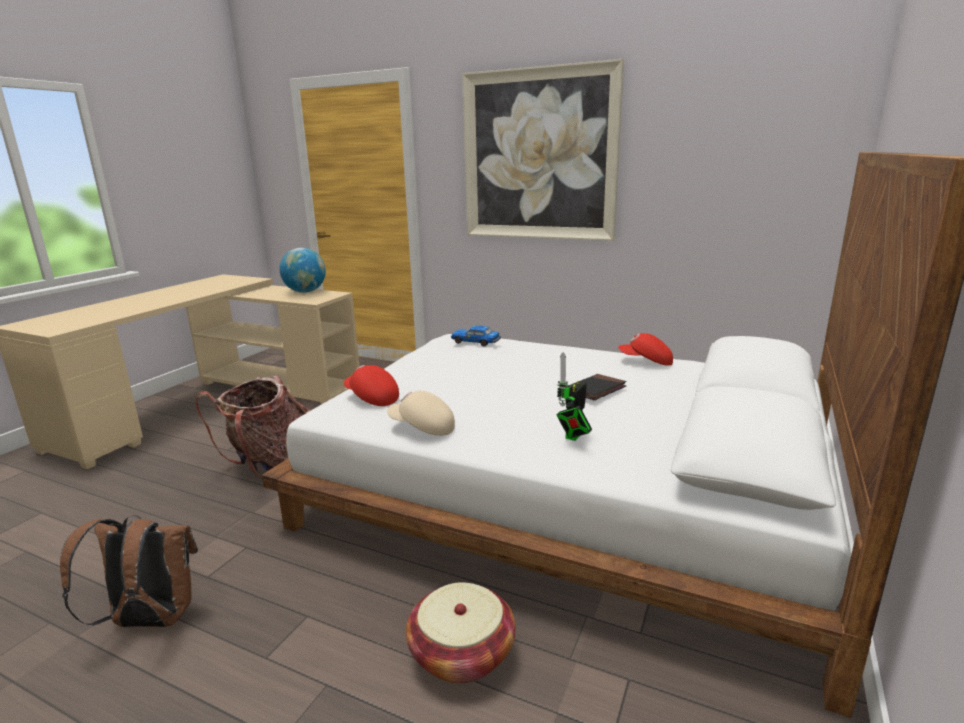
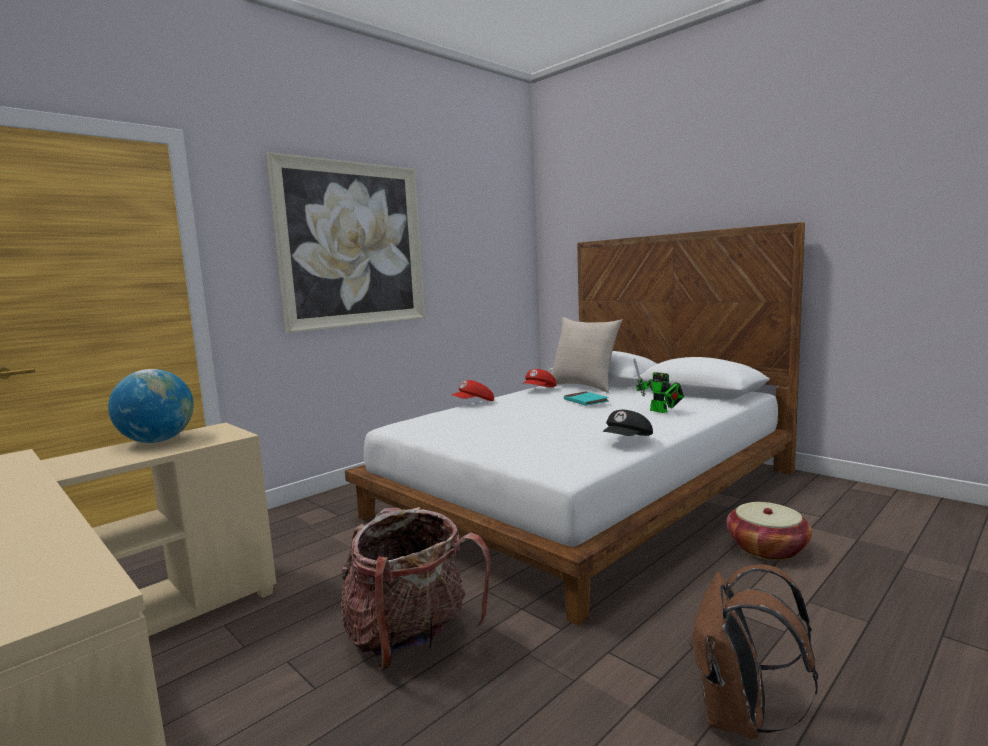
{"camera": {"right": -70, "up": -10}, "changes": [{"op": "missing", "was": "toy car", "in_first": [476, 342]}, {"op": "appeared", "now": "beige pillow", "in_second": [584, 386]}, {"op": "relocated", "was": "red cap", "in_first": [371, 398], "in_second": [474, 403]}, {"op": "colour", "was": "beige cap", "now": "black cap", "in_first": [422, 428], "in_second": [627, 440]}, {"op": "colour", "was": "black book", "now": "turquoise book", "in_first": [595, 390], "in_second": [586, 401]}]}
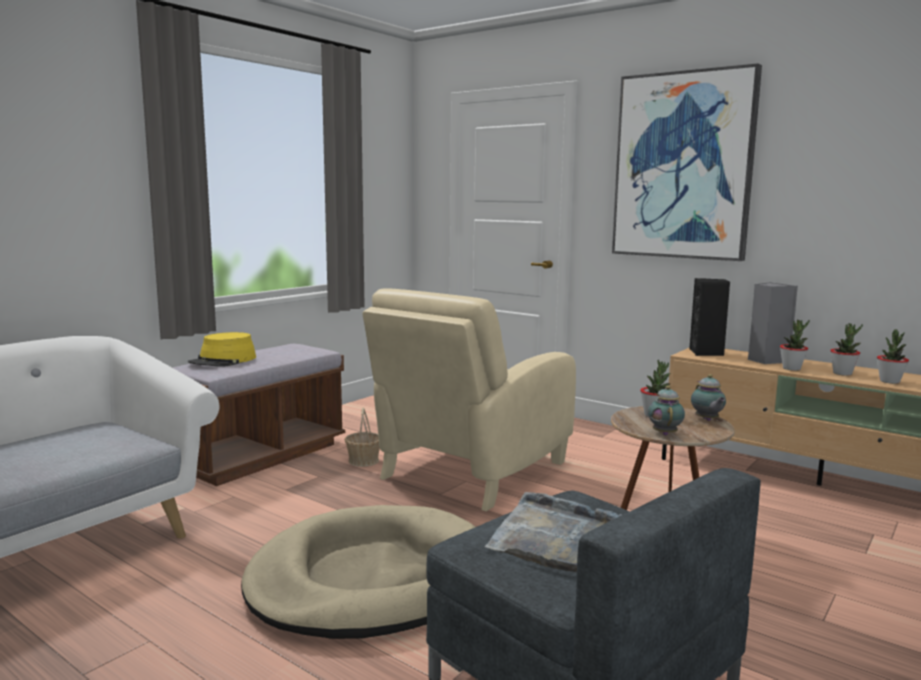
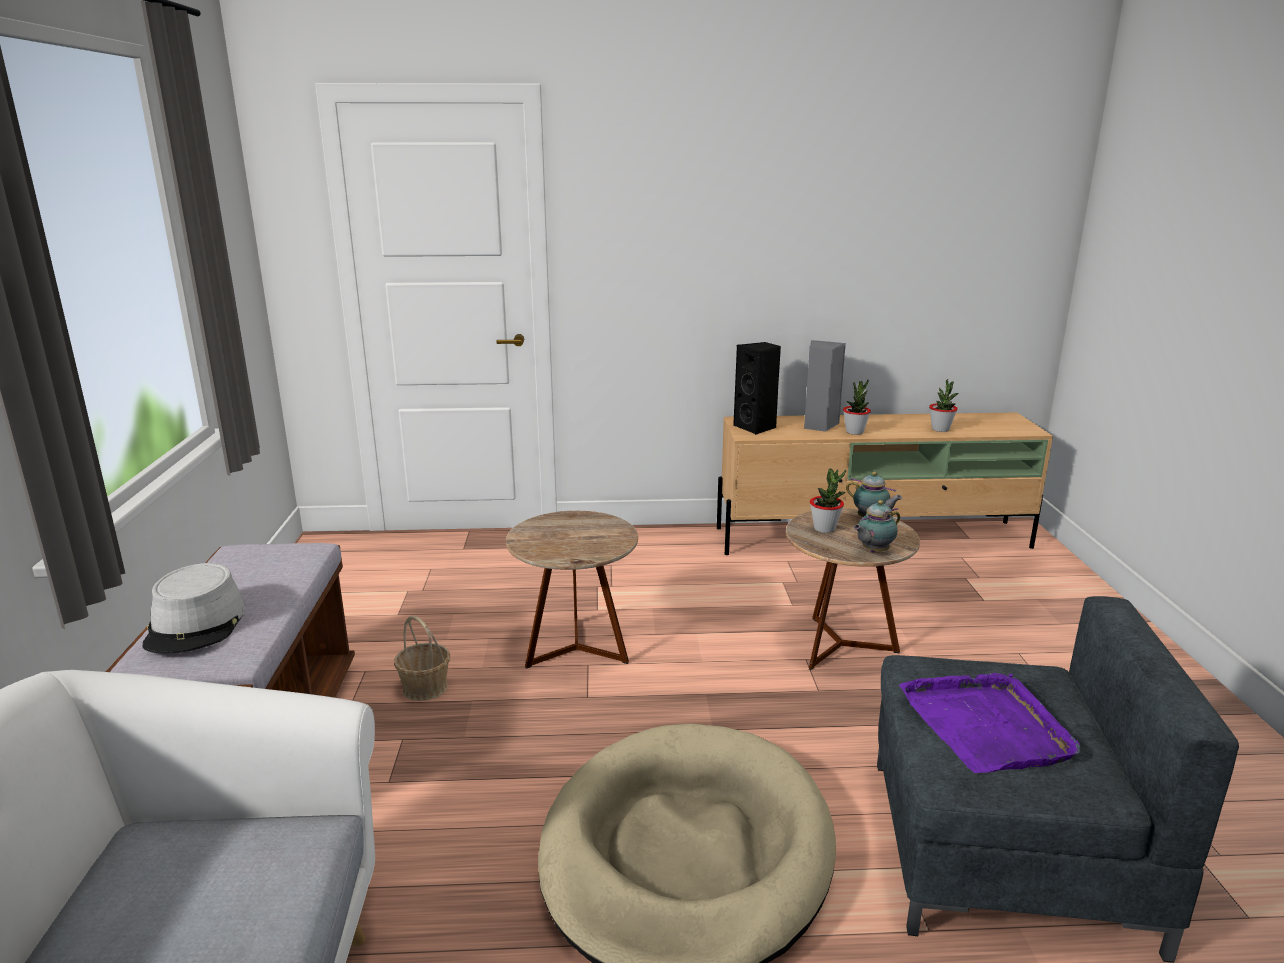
{"camera": {"right": -40, "up": 10}, "changes": [{"op": "missing", "was": "picture", "in_first": [683, 166]}, {"op": "missing", "was": "potted plant", "in_first": [842, 373]}, {"op": "exchanged", "was": "beige armchair", "now": "brown side table", "in_first": [470, 472], "in_second": [575, 649]}, {"op": "colour", "was": "yellow hat", "now": "grey hat", "in_first": [223, 361], "in_second": [196, 625]}, {"op": "colour", "was": "grey tray", "now": "purple tray", "in_first": [554, 536], "in_second": [987, 726]}, {"op": "spun", "was": "teapot", "in_first": [664, 433], "in_second": [873, 551], "clockwise": -90}]}
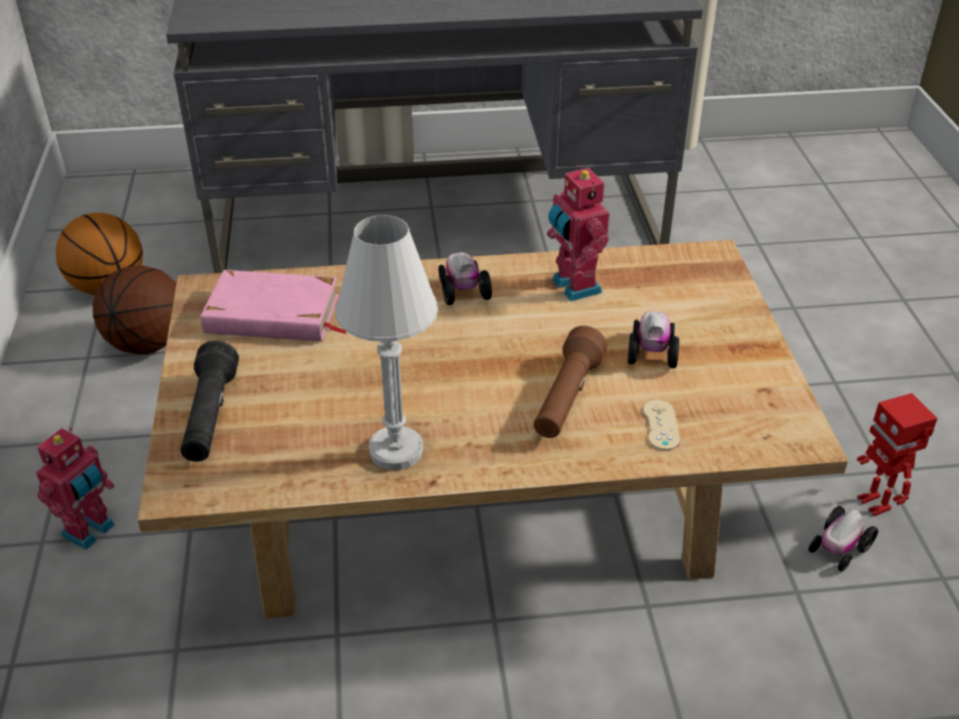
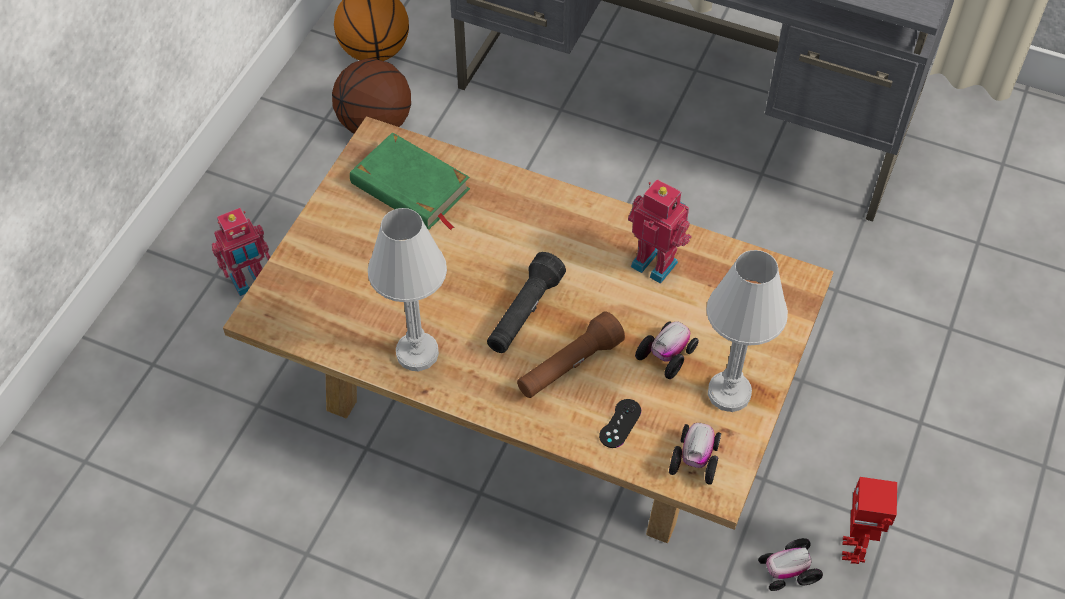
{"camera": {"right": 30, "up": 15}, "changes": [{"op": "appeared", "now": "white table lamp", "in_second": [729, 393]}, {"op": "relocated", "was": "black flashlight", "in_first": [210, 417], "in_second": [524, 313]}, {"op": "relocated", "was": "toy car", "in_first": [463, 291], "in_second": [695, 459]}, {"op": "colour", "was": "pink book", "now": "green book", "in_first": [273, 315], "in_second": [410, 187]}, {"op": "colour", "was": "beige game controller", "now": "black game controller", "in_first": [661, 425], "in_second": [620, 423]}, {"op": "spun", "was": "toy robot", "in_first": [573, 287], "in_second": [656, 262], "clockwise": 120}]}
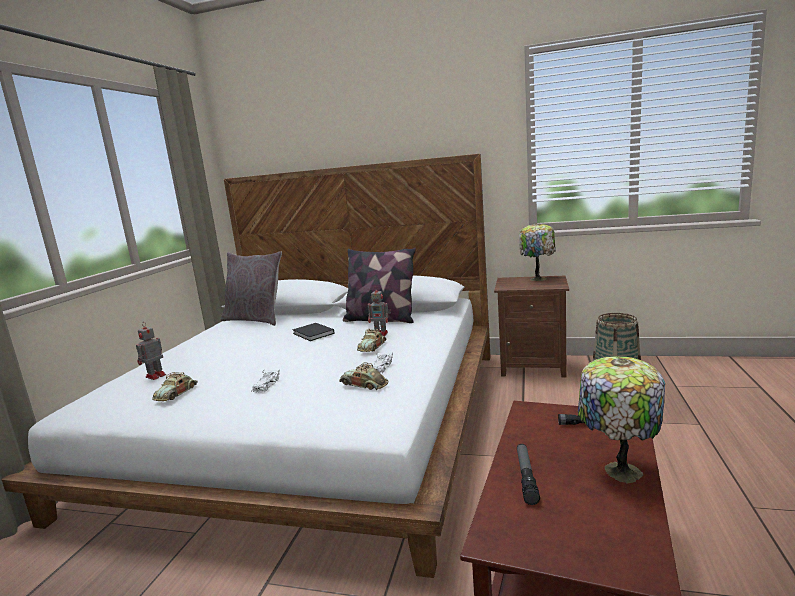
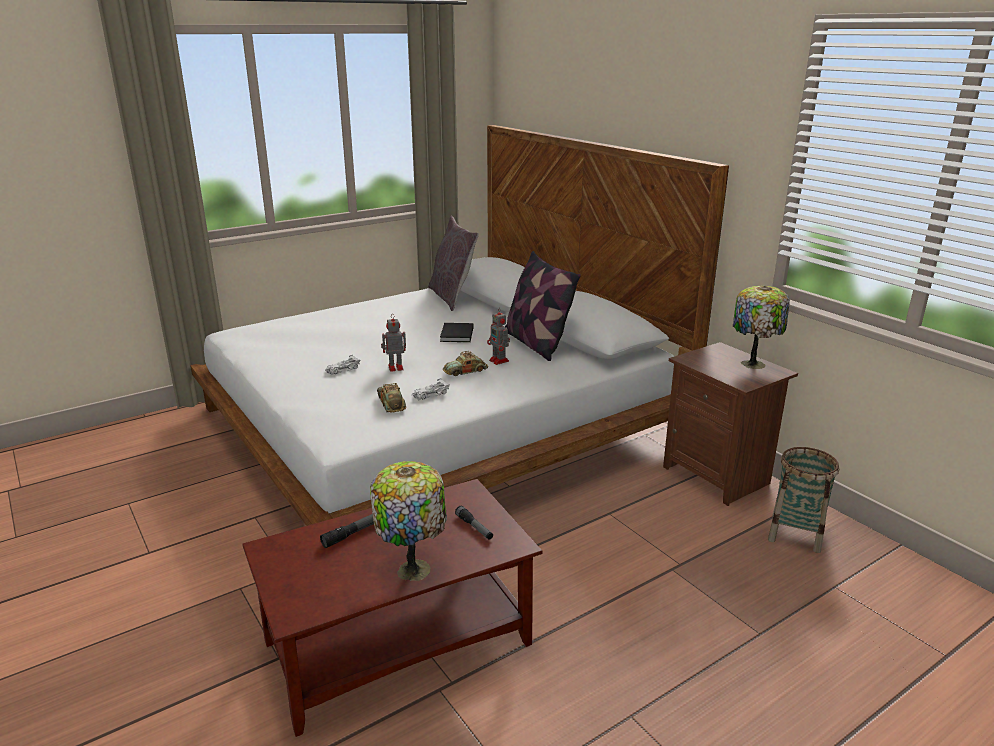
{"camera": {"right": 40, "up": 10}, "changes": [{"op": "missing", "was": "toy car", "in_first": [176, 393]}, {"op": "relocated", "was": "toy robot", "in_first": [155, 376], "in_second": [394, 367]}]}
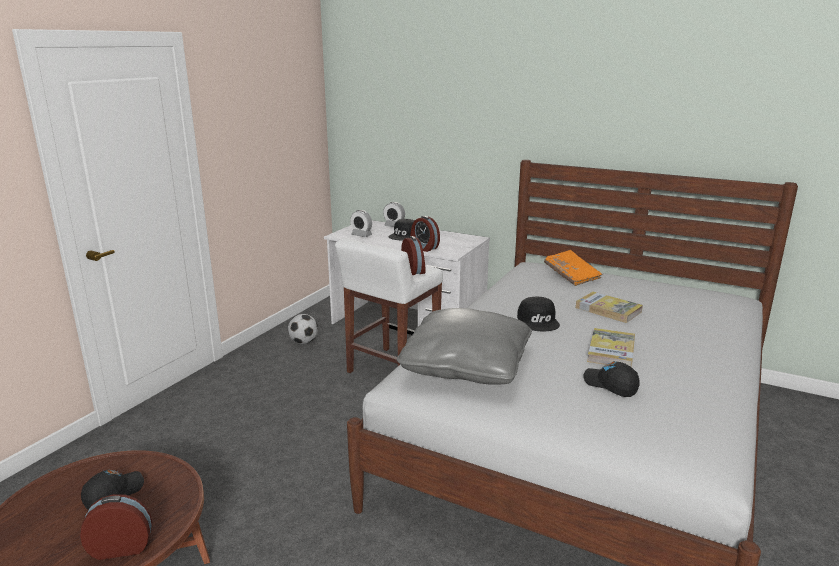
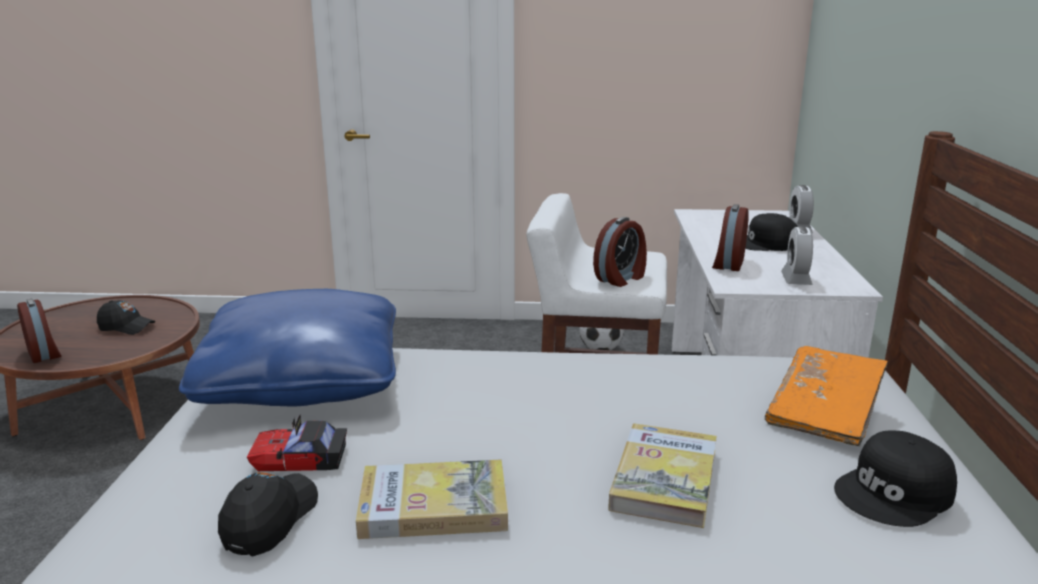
{"camera": {"right": 65, "up": 0}, "changes": [{"op": "appeared", "now": "toy car", "in_second": [300, 457]}, {"op": "relocated", "was": "alarm clock", "in_first": [361, 235], "in_second": [796, 279]}, {"op": "relocated", "was": "black cap", "in_first": [538, 321], "in_second": [895, 493]}, {"op": "colour", "was": "grey pillow", "now": "blue pillow", "in_first": [466, 366], "in_second": [303, 380]}]}
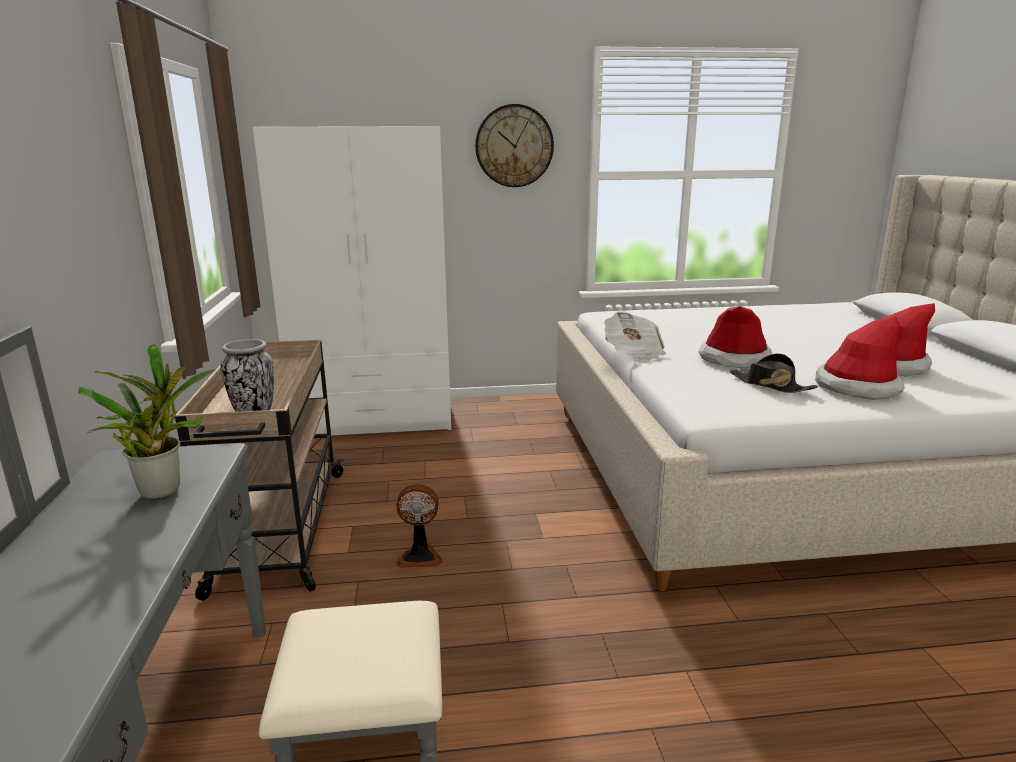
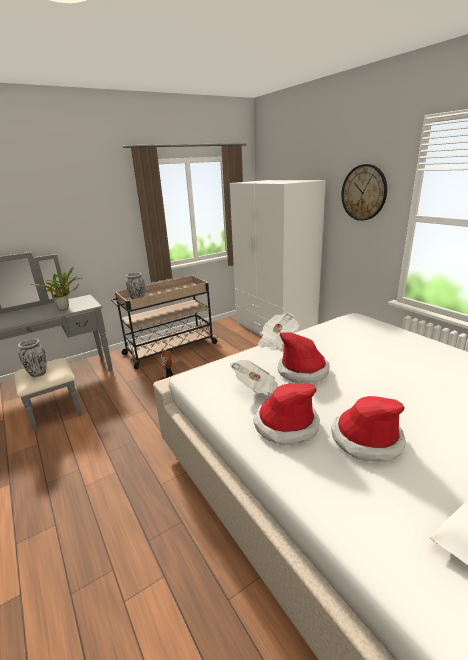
{"camera": {"right": 65, "up": 5}, "changes": [{"op": "appeared", "now": "vase", "in_second": [38, 373]}, {"op": "exchanged", "was": "black hat", "now": "newspaper", "in_first": [770, 385], "in_second": [257, 390]}]}
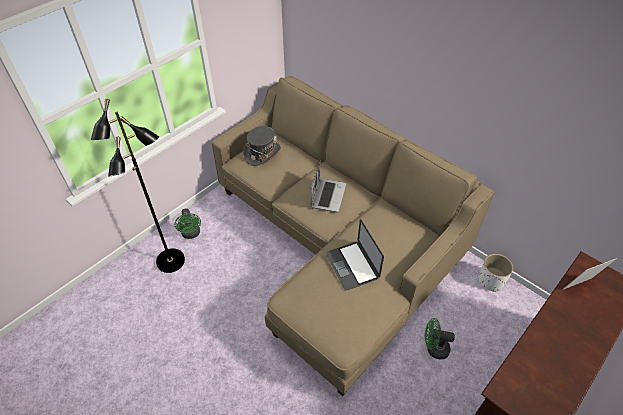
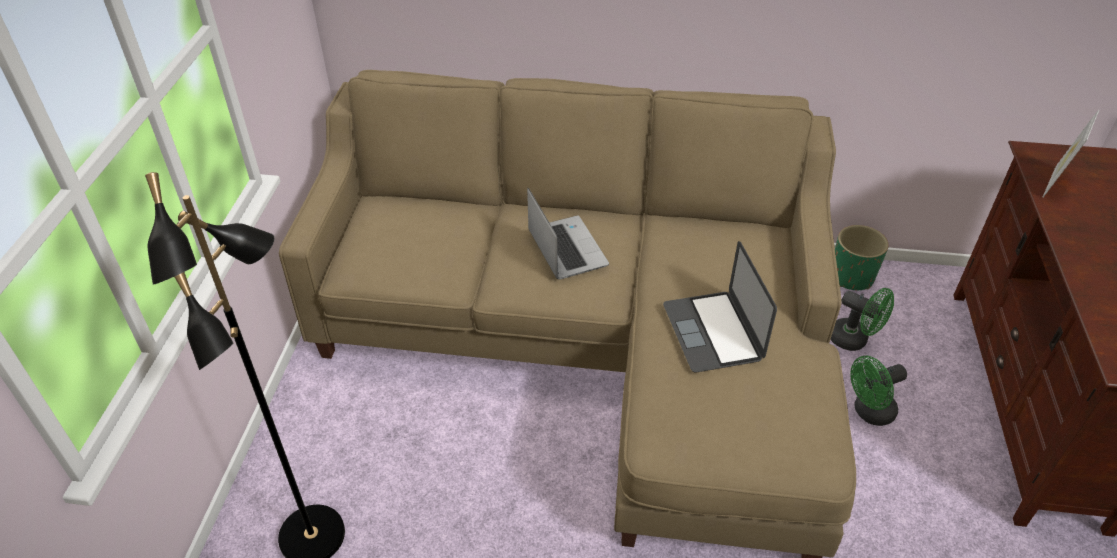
{"camera": {"right": -35, "up": -5}, "changes": [{"op": "missing", "was": "grey hat", "in_first": [262, 153]}, {"op": "relocated", "was": "green fan", "in_first": [191, 234], "in_second": [854, 340]}, {"op": "colour", "was": "white planter", "now": "green planter", "in_first": [491, 281], "in_second": [851, 277]}, {"op": "spun", "was": "laptop", "in_first": [352, 265], "in_second": [713, 331], "clockwise": 45}]}
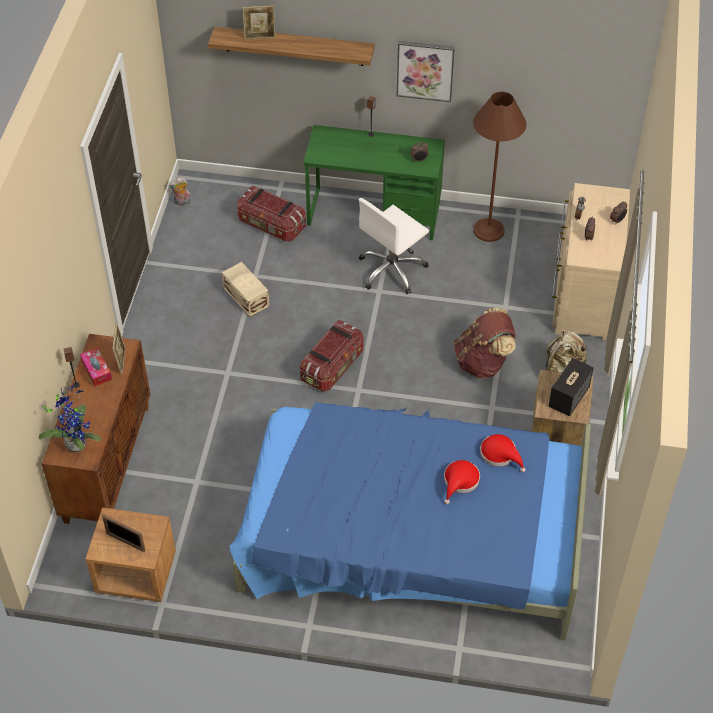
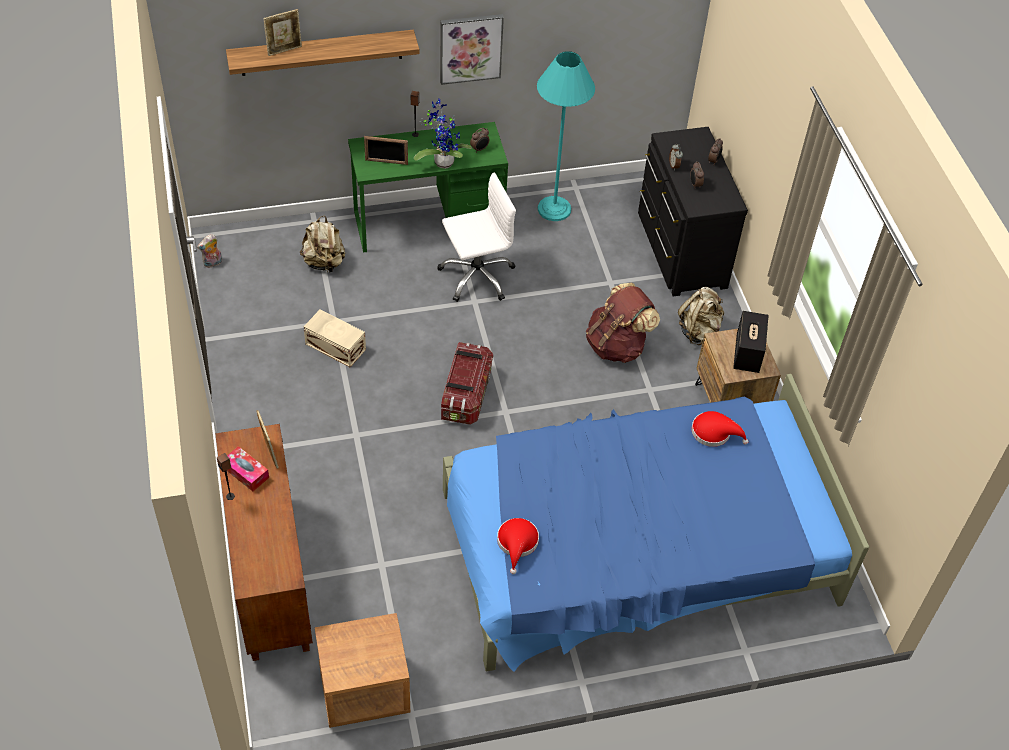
{"camera": {"right": -25, "up": 0}, "changes": [{"op": "relocated", "was": "potted plant", "in_first": [76, 442], "in_second": [442, 161]}, {"op": "relocated", "was": "picture frame", "in_first": [125, 542], "in_second": [386, 162]}, {"op": "relocated", "was": "red hat", "in_first": [460, 481], "in_second": [517, 543]}, {"op": "exchanged", "was": "storage box", "now": "beige backpack", "in_first": [271, 225], "in_second": [324, 262]}, {"op": "colour", "was": "brown floor lamp", "now": "turquoise floor lamp", "in_first": [488, 230], "in_second": [554, 209]}, {"op": "colour", "was": "beige dresser", "now": "black dresser", "in_first": [582, 296], "in_second": [679, 251]}, {"op": "spun", "was": "white office chair", "in_first": [392, 270], "in_second": [477, 276], "clockwise": -135}]}
